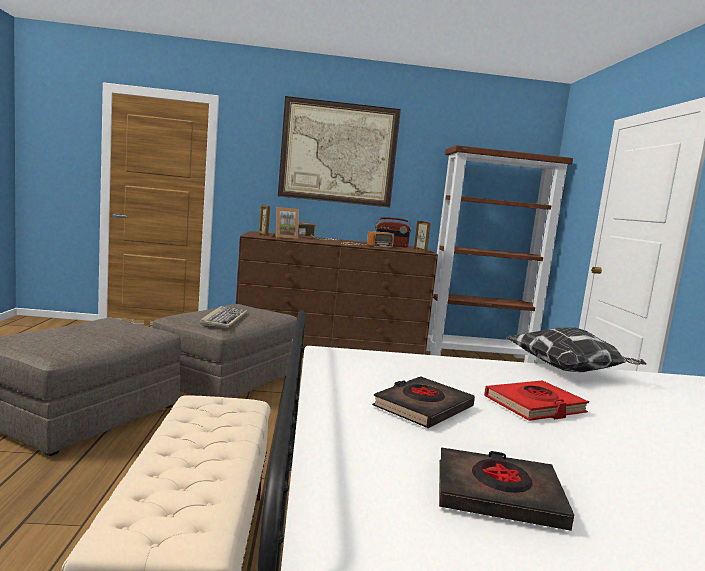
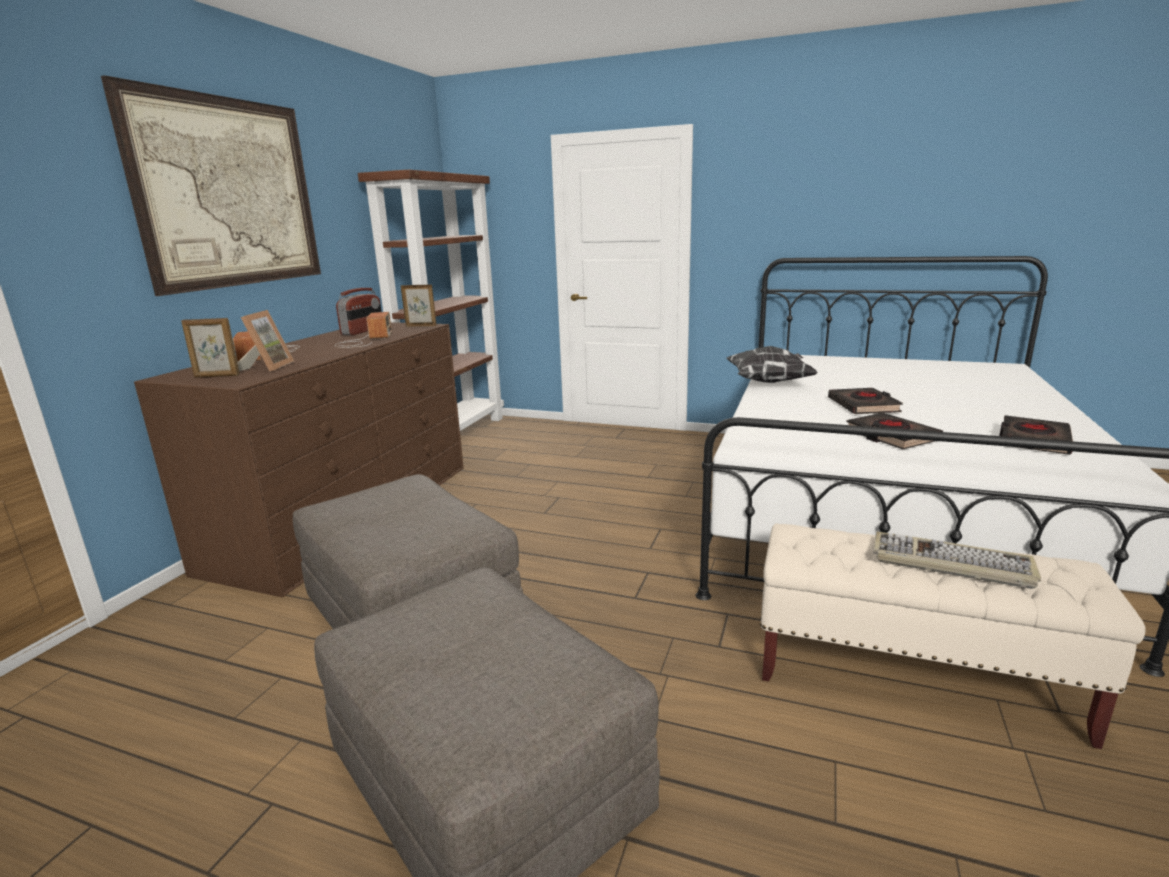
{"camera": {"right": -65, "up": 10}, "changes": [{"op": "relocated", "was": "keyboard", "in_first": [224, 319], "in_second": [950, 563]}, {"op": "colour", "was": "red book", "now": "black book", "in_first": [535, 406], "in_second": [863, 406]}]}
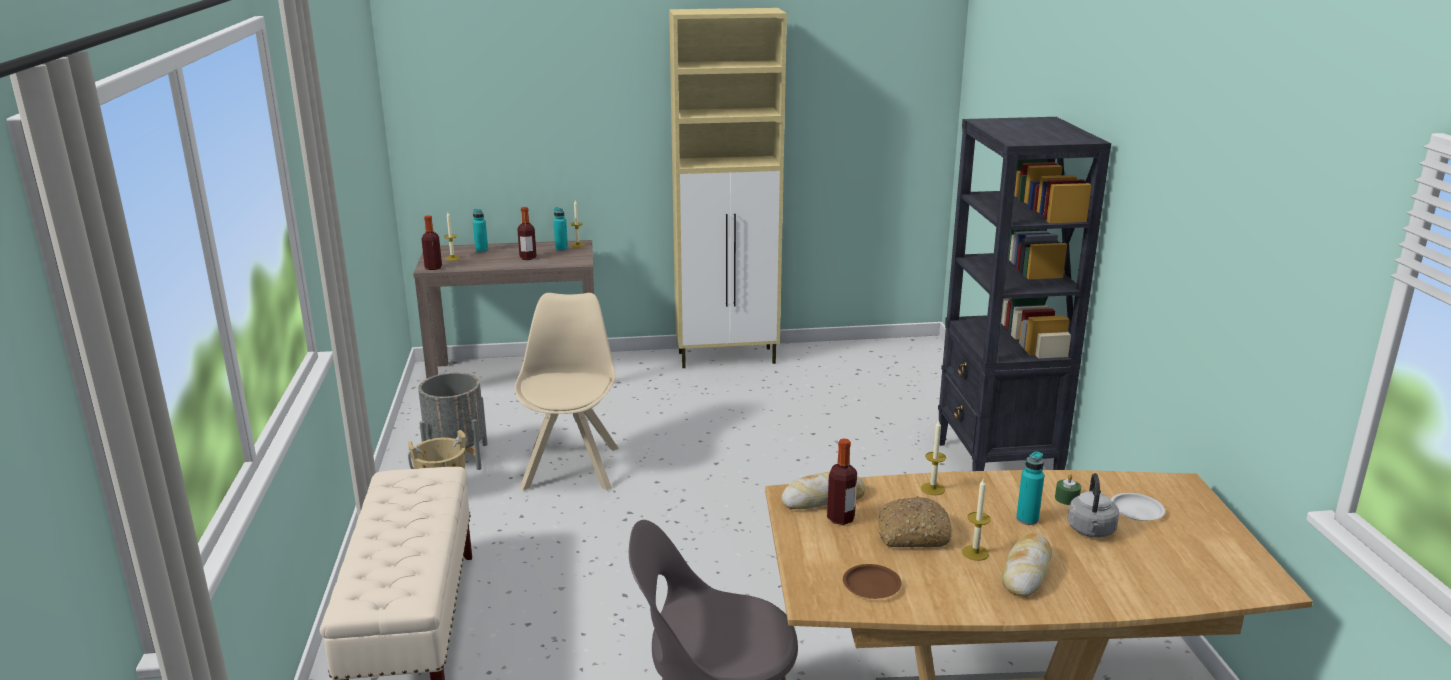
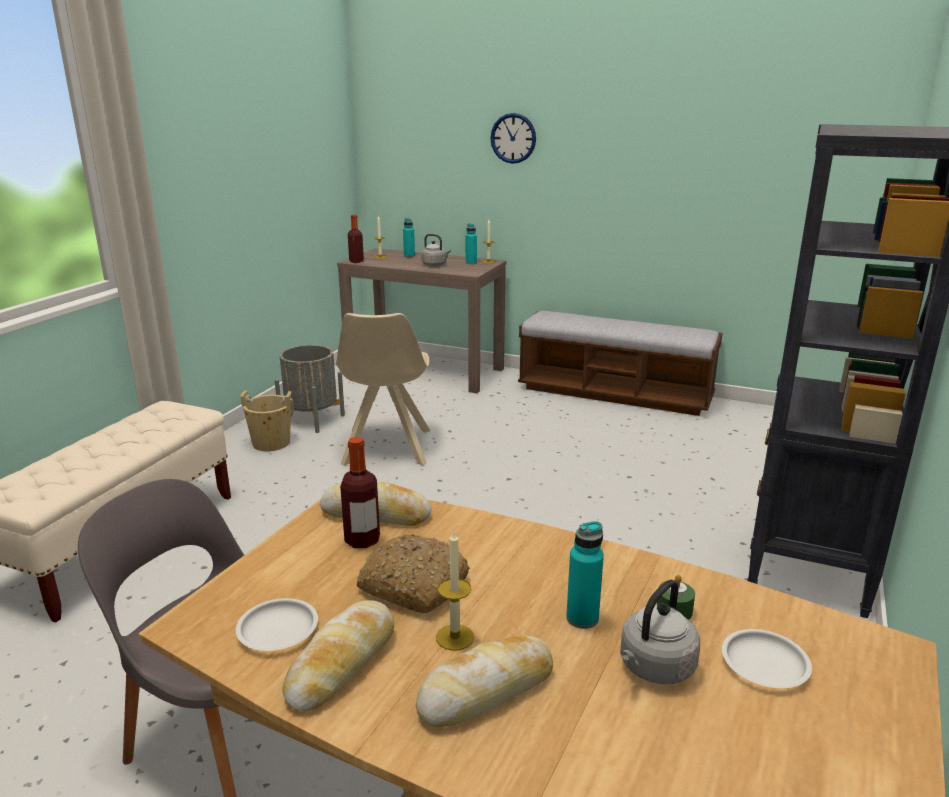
{"camera": {"right": 30, "up": 0}, "changes": [{"op": "missing", "was": "candle", "in_first": [932, 489]}, {"op": "appeared", "now": "bread", "in_second": [342, 663]}, {"op": "appeared", "now": "wall clock", "in_second": [513, 138]}, {"op": "exchanged", "was": "bottle", "now": "grey kettle", "in_first": [528, 258], "in_second": [435, 265]}, {"op": "exchanged", "was": "beige cabinet", "now": "bench", "in_first": [728, 358], "in_second": [614, 393]}, {"op": "colour", "was": "brown plate", "now": "white plate", "in_first": [871, 586], "in_second": [277, 630]}, {"op": "spun", "was": "beige chair", "in_first": [571, 466], "in_second": [386, 448], "clockwise": 150}]}
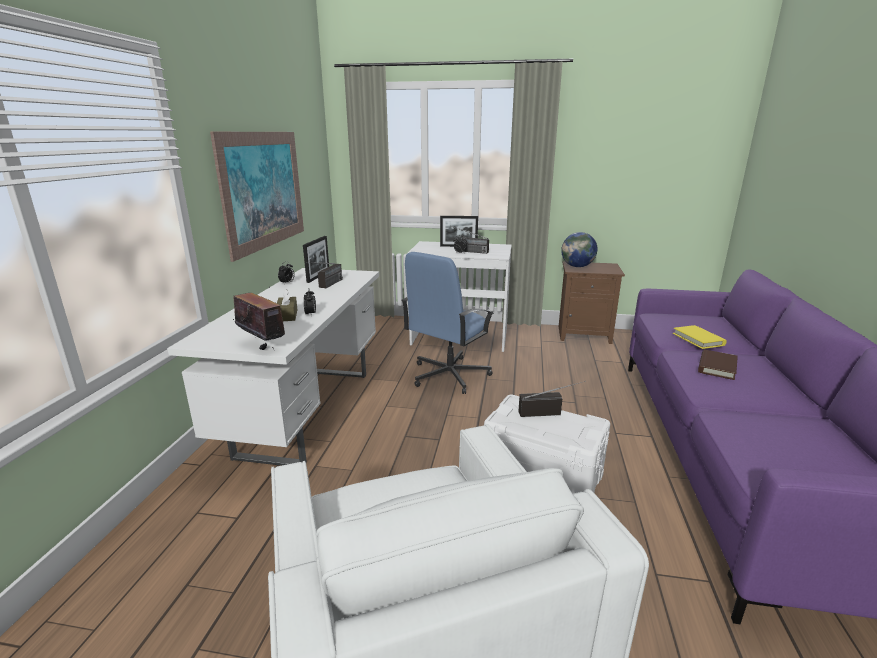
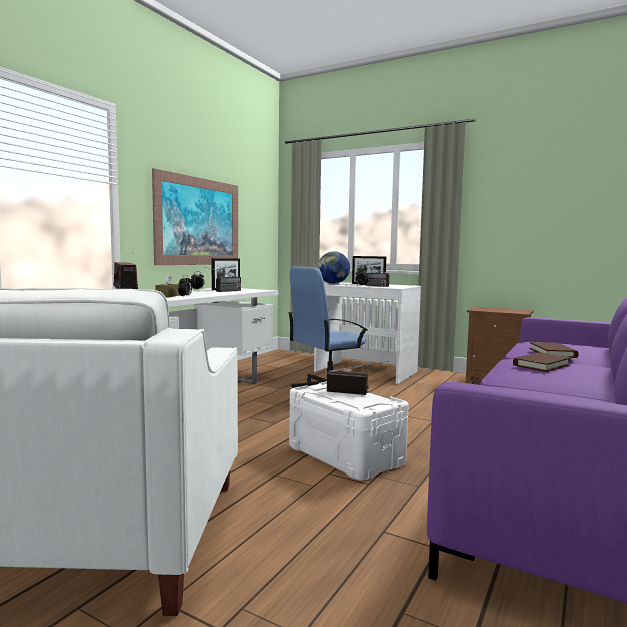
{"camera": {"right": 20, "up": -15}, "changes": [{"op": "relocated", "was": "globe", "in_first": [577, 266], "in_second": [333, 283]}, {"op": "colour", "was": "yellow book", "now": "brown book", "in_first": [698, 339], "in_second": [552, 353]}]}
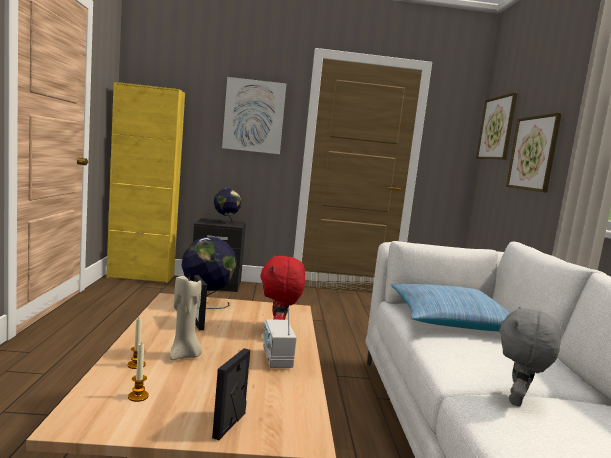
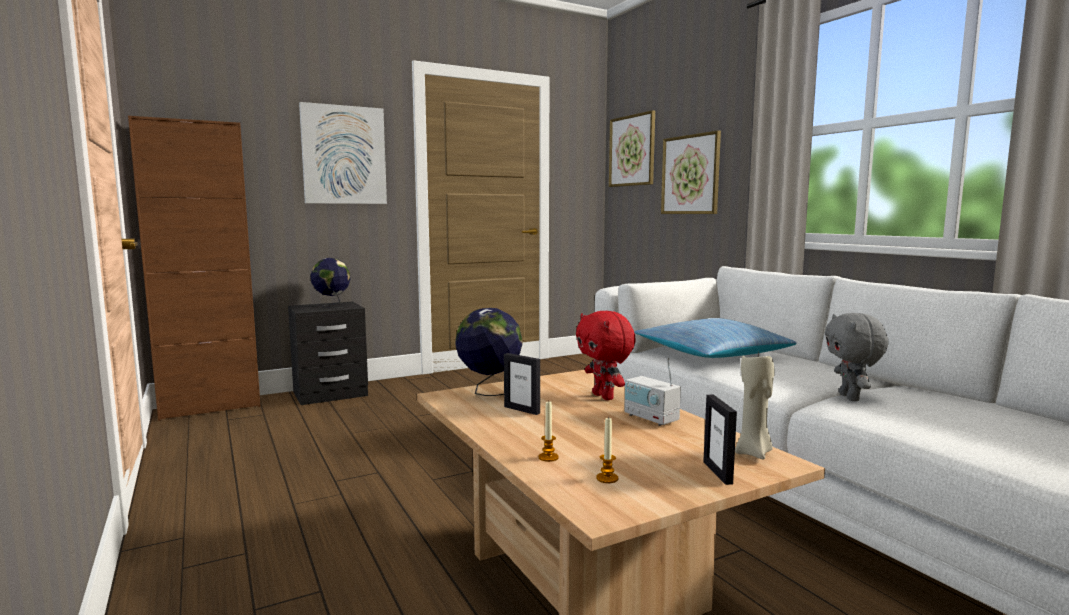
{"camera": {"right": -25, "up": 0}, "changes": [{"op": "relocated", "was": "beige candle", "in_first": [184, 356], "in_second": [754, 453]}, {"op": "colour", "was": "yellow cabinet", "now": "brown cabinet", "in_first": [141, 276], "in_second": [210, 408]}]}
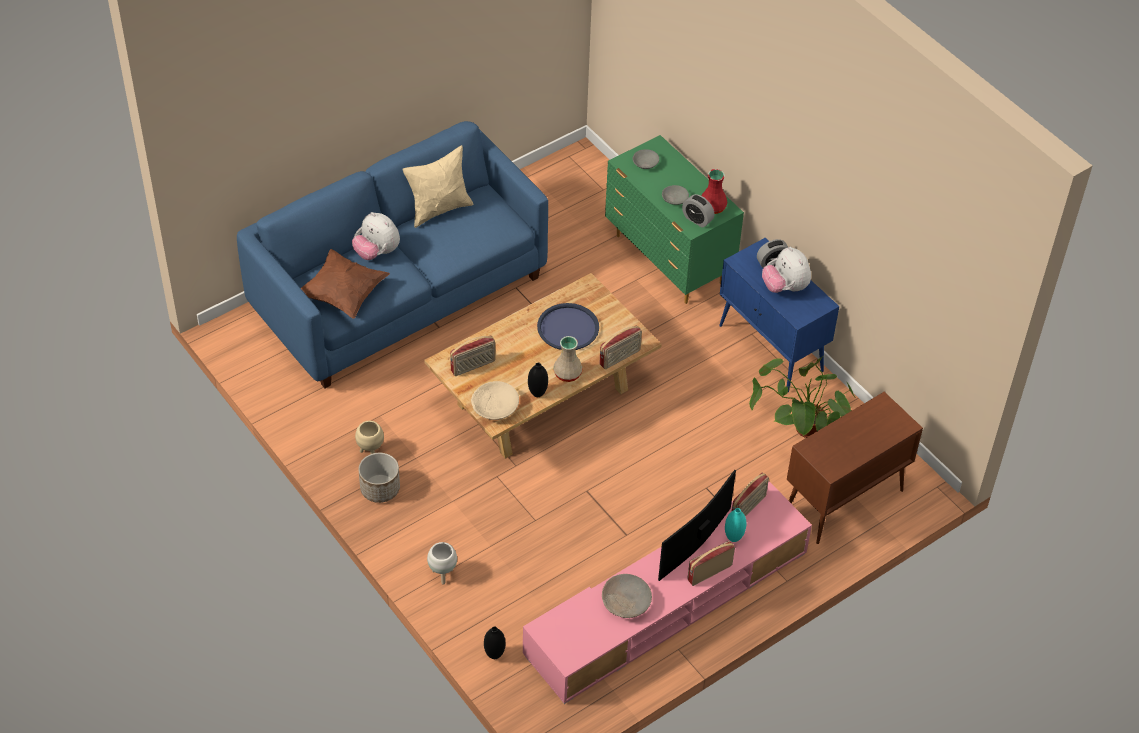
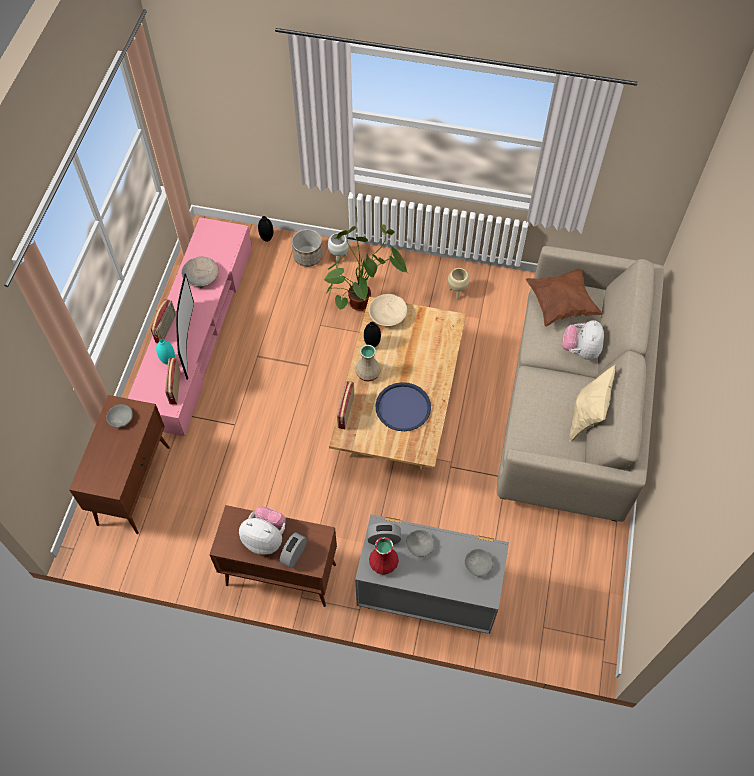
{"camera": {"right": 140, "up": 10}, "changes": [{"op": "missing", "was": "radio", "in_first": [473, 366]}, {"op": "appeared", "now": "grey bowl", "in_second": [120, 418]}, {"op": "relocated", "was": "planter", "in_first": [380, 488], "in_second": [308, 256]}, {"op": "relocated", "was": "potted plant", "in_first": [799, 436], "in_second": [361, 295]}, {"op": "colour", "was": "blue sofa", "now": "beige sofa", "in_first": [399, 293], "in_second": [571, 409]}, {"op": "colour", "was": "green dresser", "now": "grey dresser", "in_first": [668, 261], "in_second": [426, 596]}, {"op": "colour", "was": "blue cabinet", "now": "brown cabinet", "in_first": [771, 349], "in_second": [280, 575]}, {"op": "spun", "was": "plush toy", "in_first": [377, 252], "in_second": [580, 350], "clockwise": -75}]}
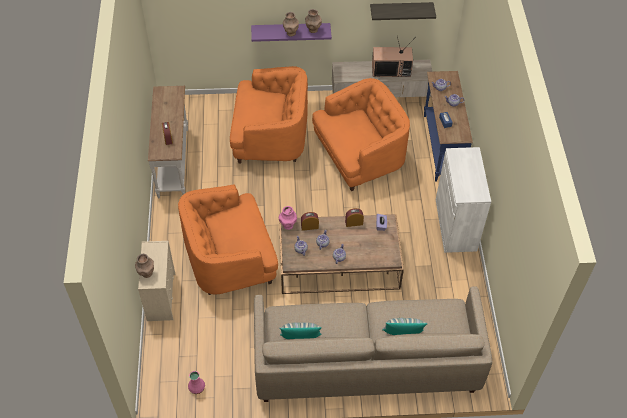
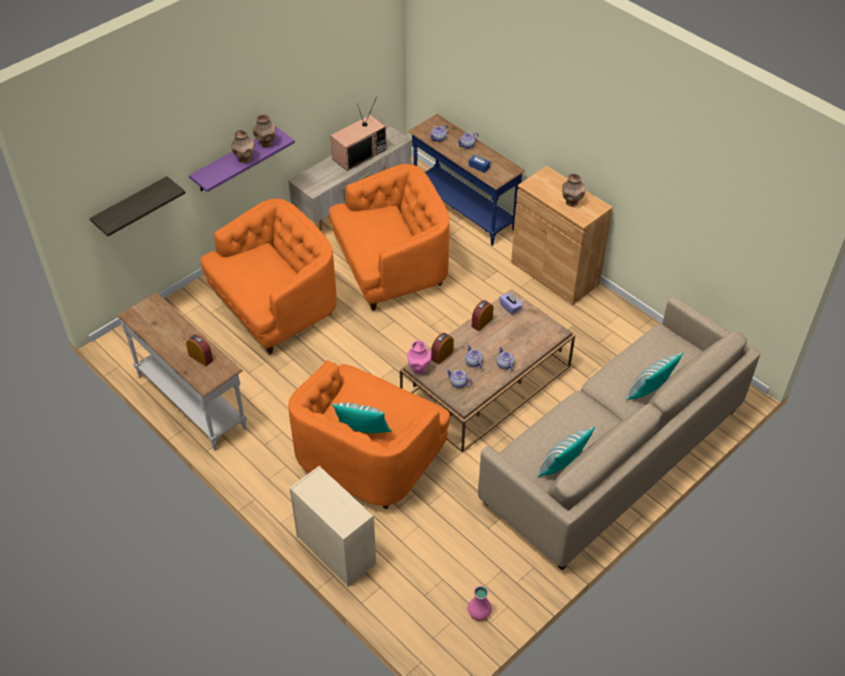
{"camera": {"right": -40, "up": -5}, "changes": [{"op": "appeared", "now": "pillow", "in_second": [363, 432]}, {"op": "relocated", "was": "brown vase", "in_first": [146, 273], "in_second": [571, 202]}, {"op": "relocated", "was": "shelf", "in_first": [401, 10], "in_second": [131, 207]}, {"op": "colour", "was": "white cabinet", "now": "brown cabinet", "in_first": [455, 225], "in_second": [554, 273]}, {"op": "spun", "was": "orange armchair", "in_first": [359, 155], "in_second": [390, 266], "clockwise": 45}]}
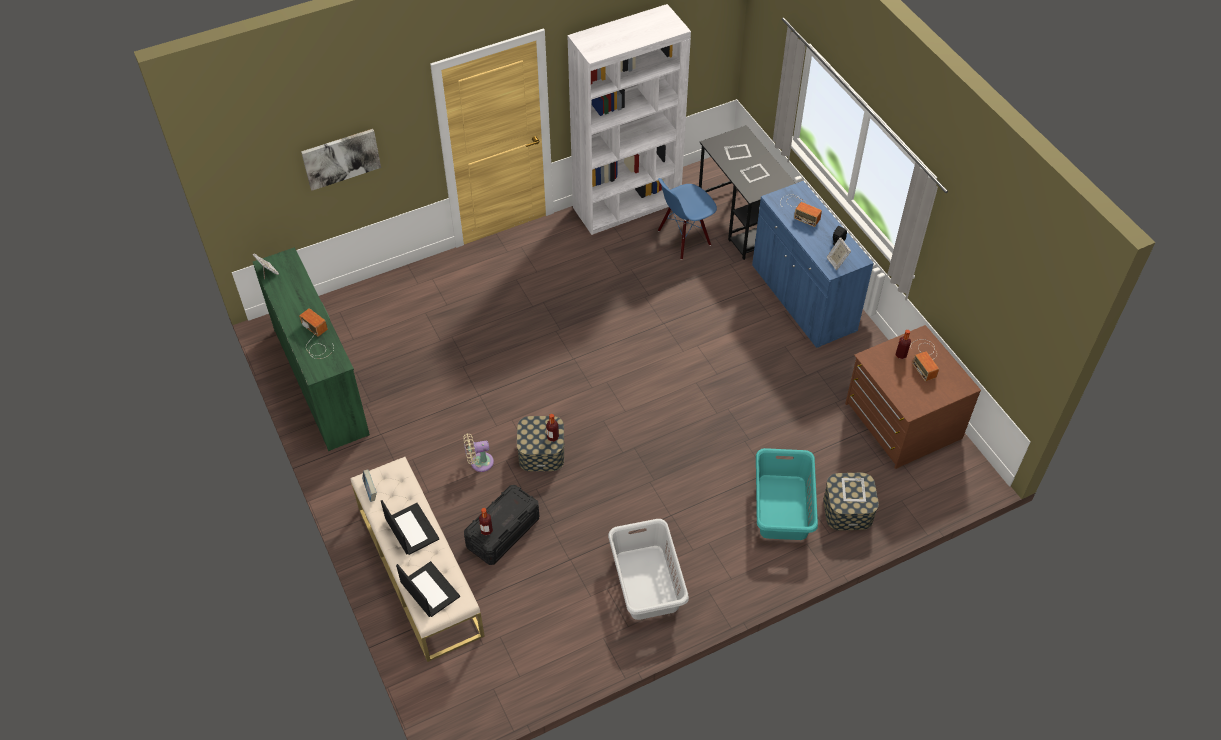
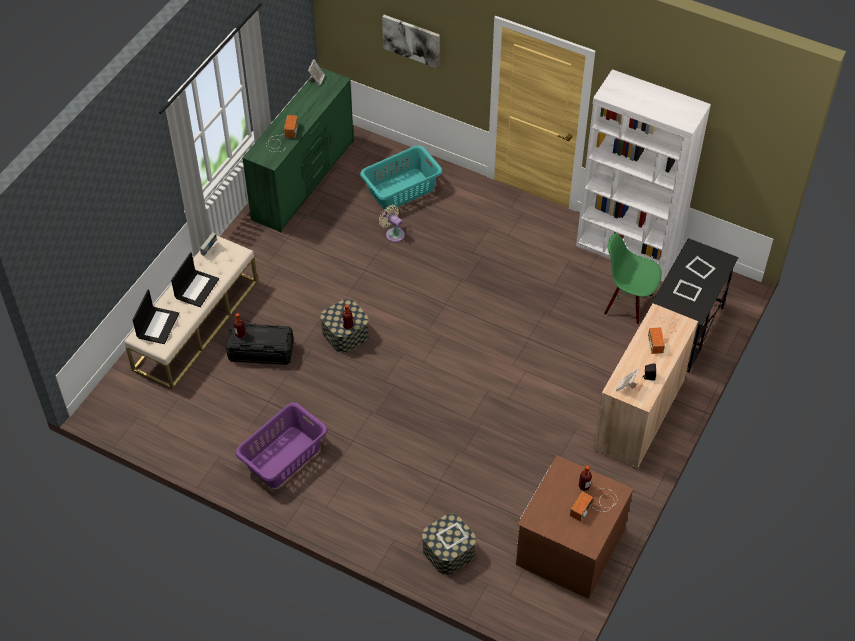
{"camera": {"right": 55, "up": 0}, "changes": [{"op": "relocated", "was": "beige fan", "in_first": [479, 462], "in_second": [393, 234]}, {"op": "relocated", "was": "turquoise laundry basket", "in_first": [782, 507], "in_second": [401, 189]}, {"op": "colour", "was": "grey laundry basket", "now": "purple laundry basket", "in_first": [646, 583], "in_second": [283, 457]}, {"op": "colour", "was": "blue chair", "now": "green chair", "in_first": [684, 239], "in_second": [628, 304]}, {"op": "colour", "was": "blue cabinet", "now": "beige cabinet", "in_first": [803, 299], "in_second": [638, 415]}]}
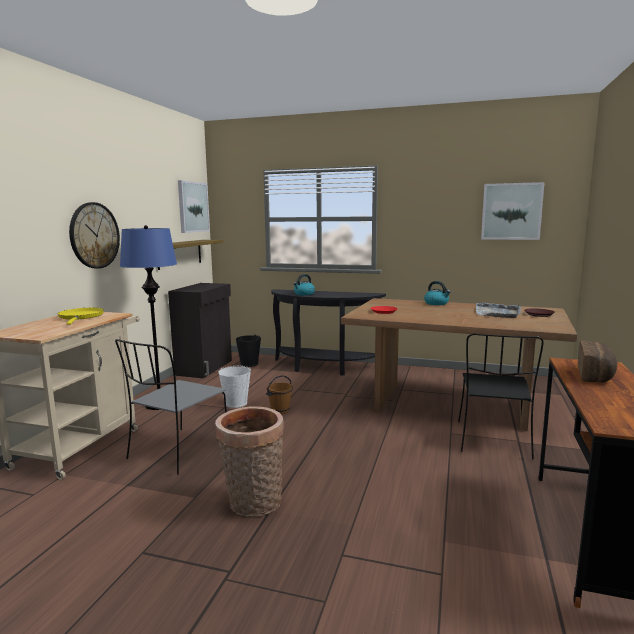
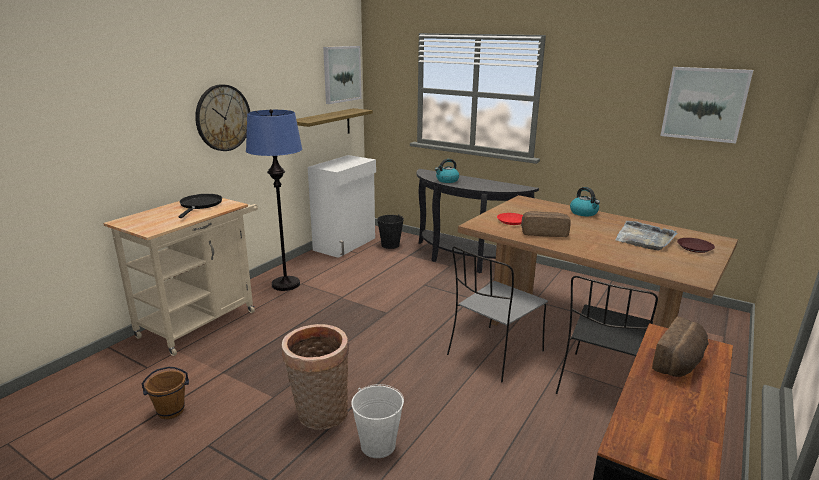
{"camera": {"right": 15, "up": 10}, "changes": [{"op": "appeared", "now": "bread", "in_second": [544, 233]}, {"op": "relocated", "was": "grey chair", "in_first": [178, 452], "in_second": [494, 354]}, {"op": "relocated", "was": "white bucket", "in_first": [236, 403], "in_second": [378, 445]}, {"op": "relocated", "was": "brown bucket", "in_first": [280, 411], "in_second": [171, 411]}, {"op": "colour", "was": "yellow frying pan", "now": "black frying pan", "in_first": [81, 317], "in_second": [200, 205]}, {"op": "colour", "was": "black cabinet", "now": "white cabinet", "in_first": [205, 367], "in_second": [346, 244]}]}
